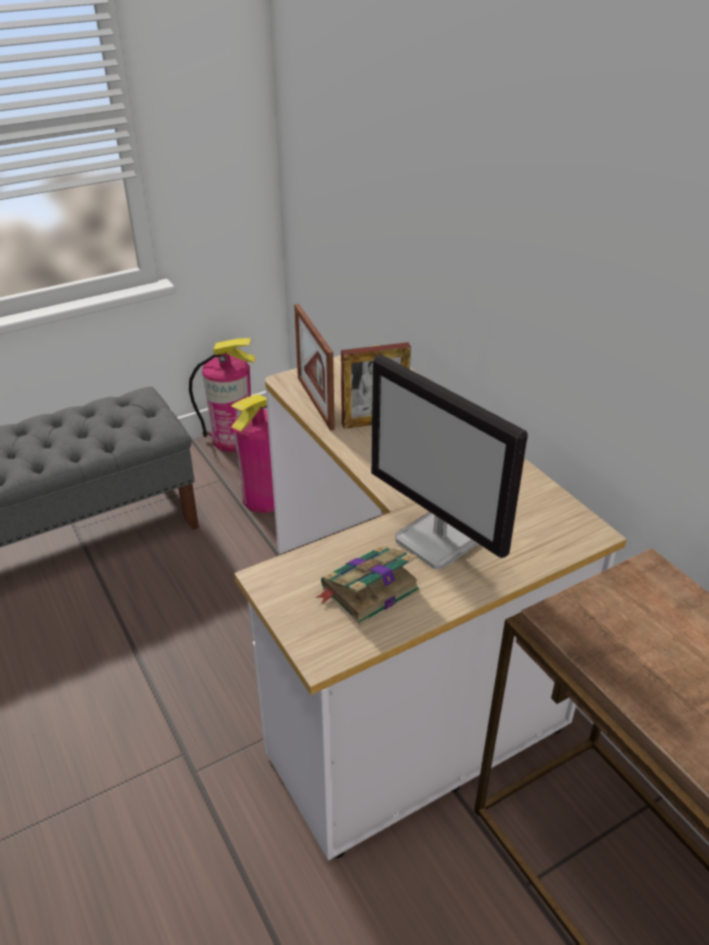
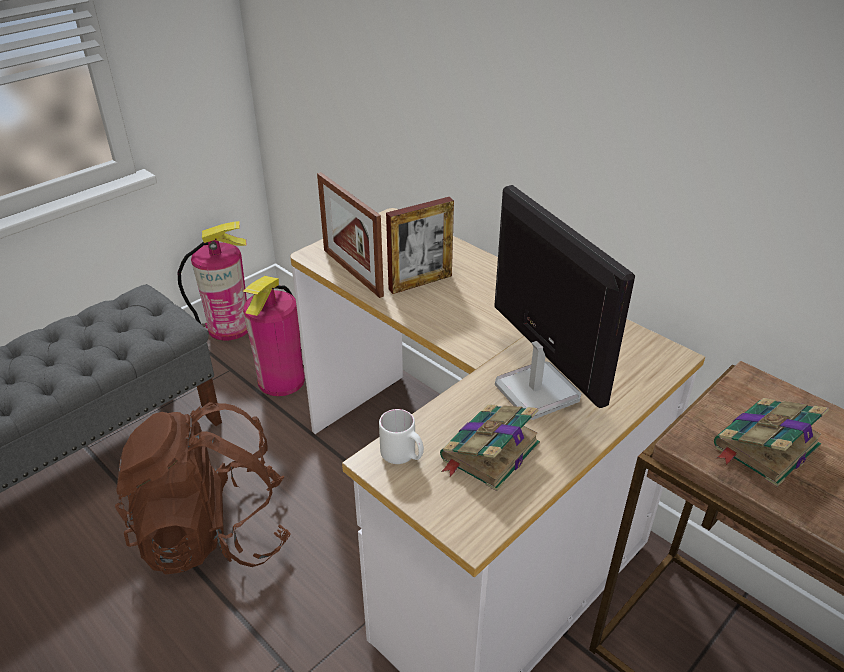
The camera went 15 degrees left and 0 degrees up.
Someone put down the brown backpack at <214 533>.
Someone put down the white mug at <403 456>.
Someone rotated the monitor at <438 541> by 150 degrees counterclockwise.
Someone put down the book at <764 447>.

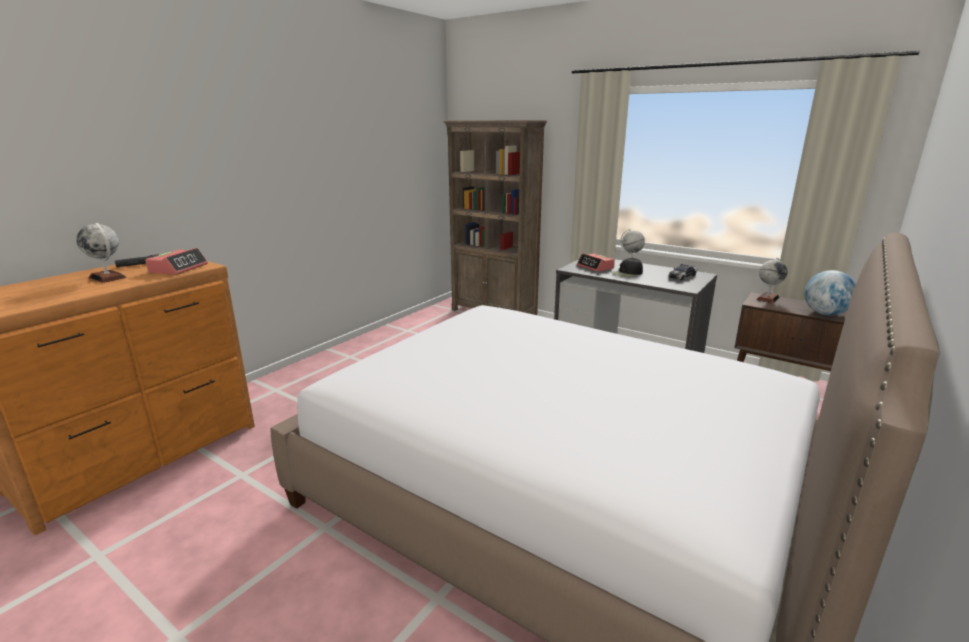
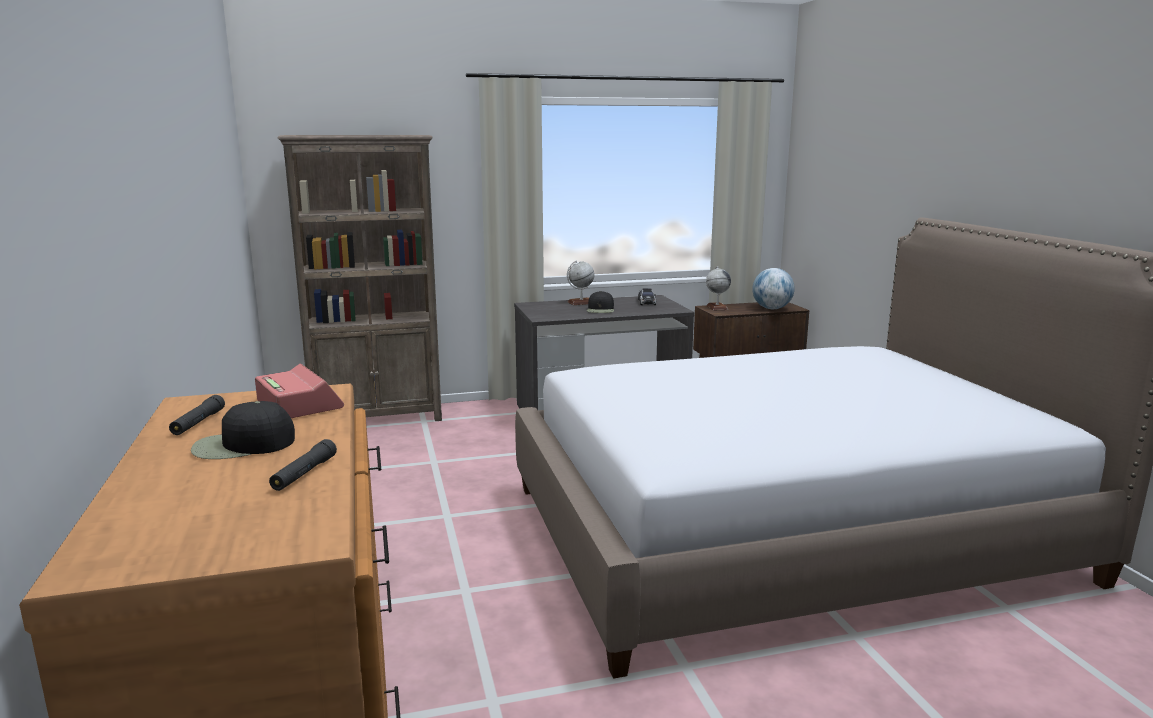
The camera went 50 degrees left and 5 degrees down.
Someone swapped the globe at <108 277> for the black cap at <242 445>.
Someone put down the black flashlight at <304 474>.
Someone took away the alarm clock at <595 267>.

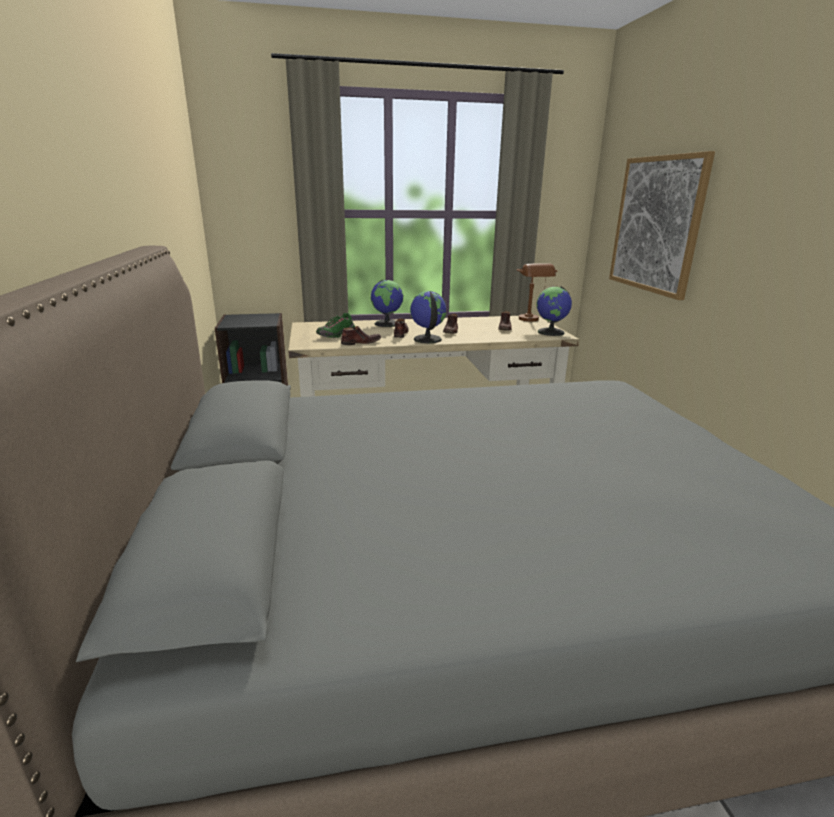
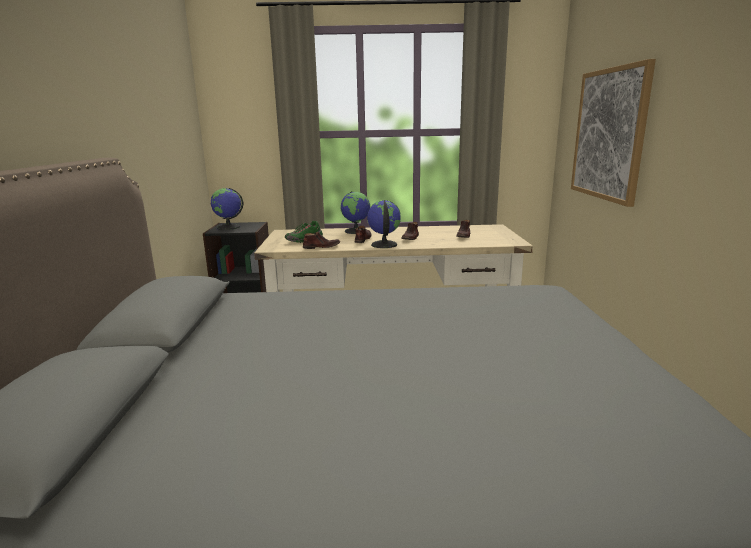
The camera went 10 degrees right and 5 degrees down.
Someone carried the globe from <551 332> to <228 227>.
Someone took away the brown table lamp at <532 320>.

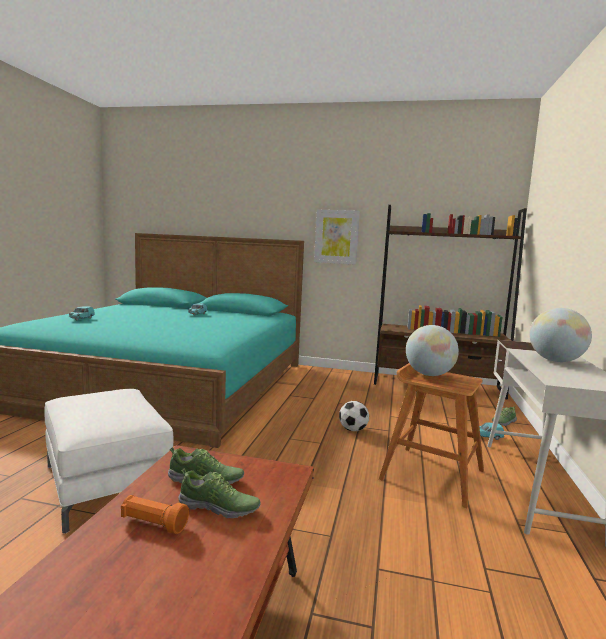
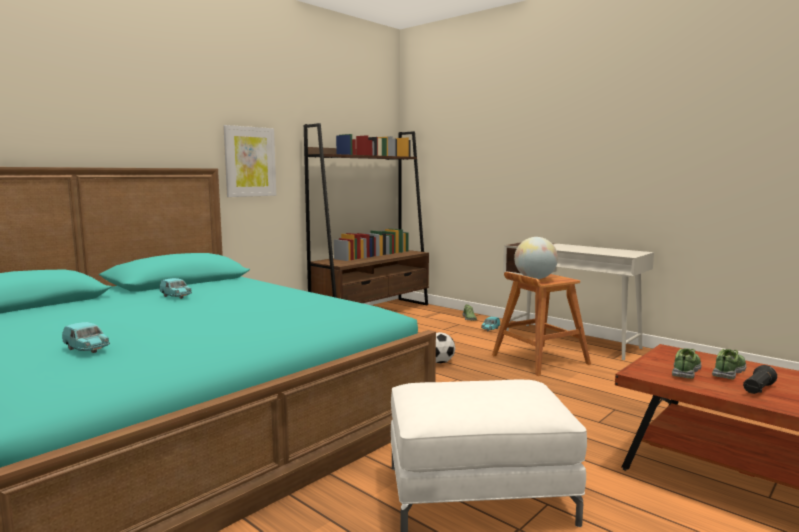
The camera went 60 degrees left and 0 degrees up.
Someone repainted the orange flashlight at <153 524>, which became the black flashlight at <757 389>.
Someone took away the globe at <556 361>.

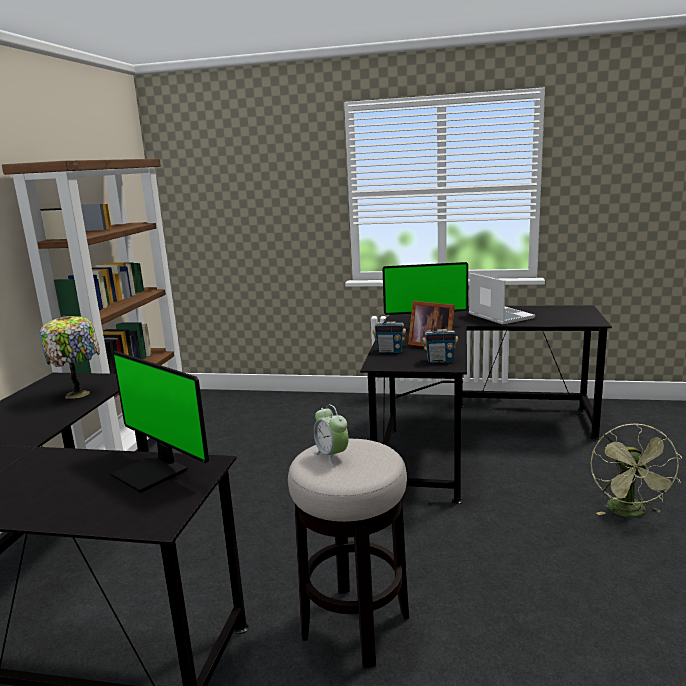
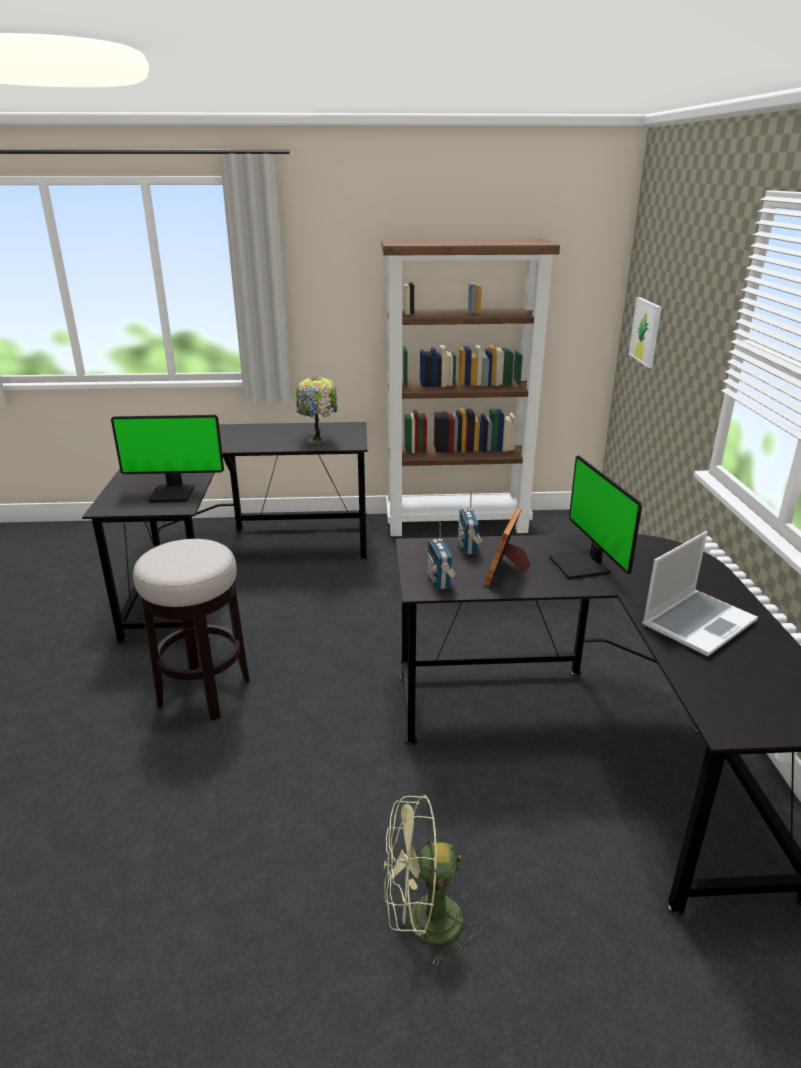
The camera went 75 degrees right and 10 degrees up.
Someone rotated the monitor at <153 472> by 120 degrees counterclockwise.
Someone put up the picture at <646 331>.
Someone took away the alarm clock at <332 456>.

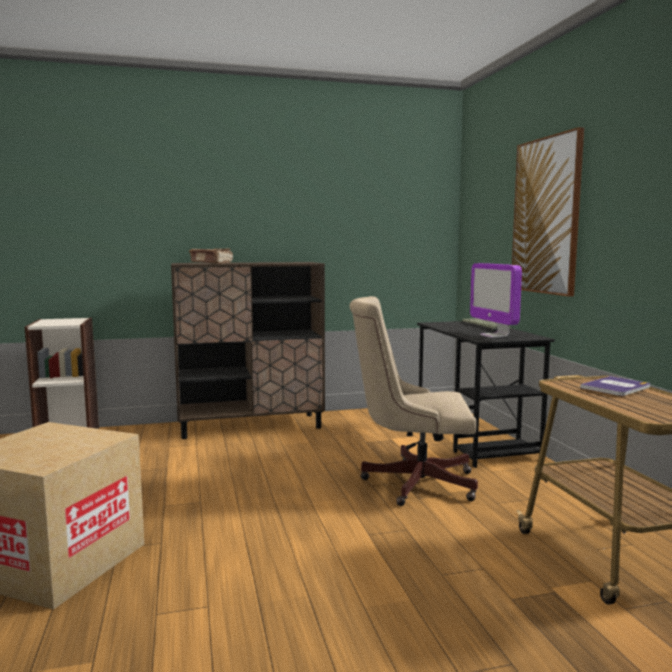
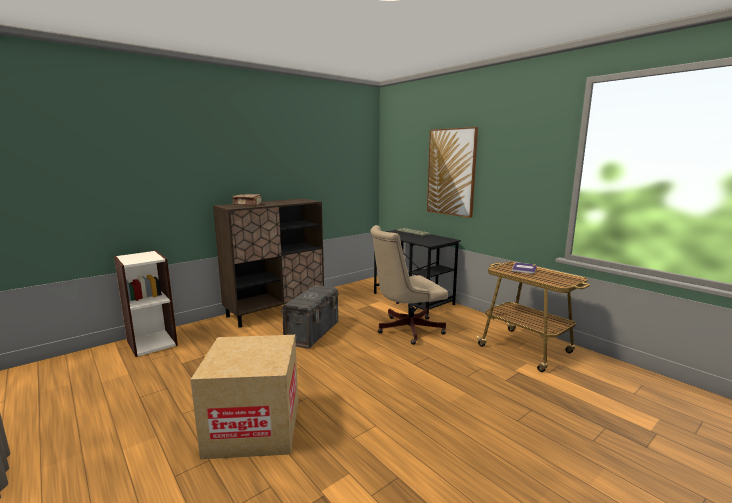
The camera went 25 degrees left and 5 degrees up.
Someone put down the grey storage box at <313 333>.
Someone took away the monitor at <494 336>.

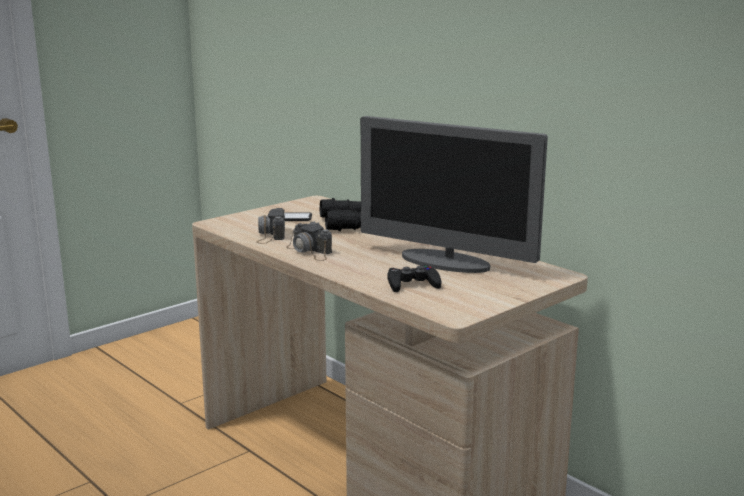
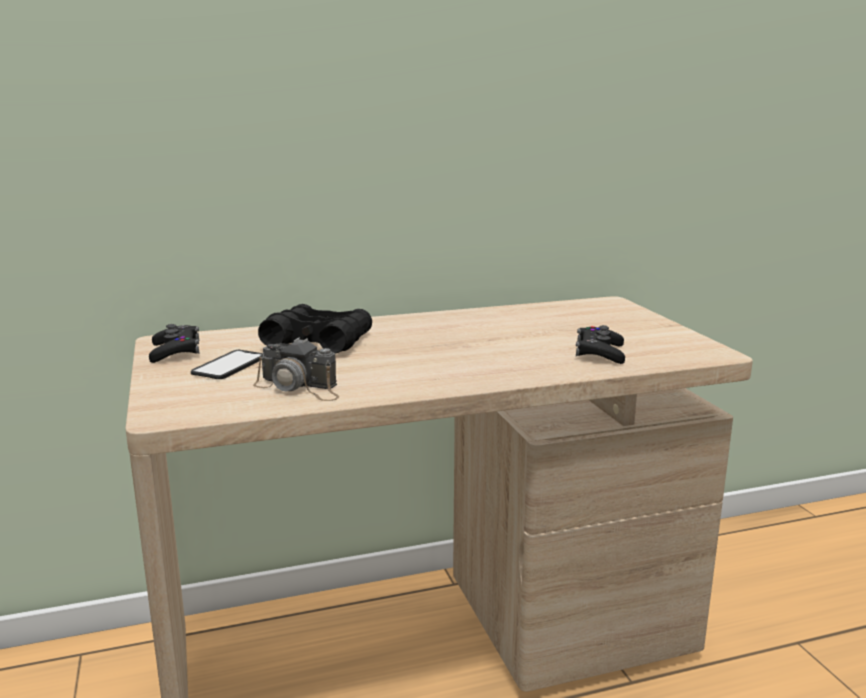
The camera went 65 degrees left and 0 degrees up.
Someone put down the black game controller at <175 351>.
Someone took away the photo camera at <310 251>.
Someone took away the monitor at <446 262>.

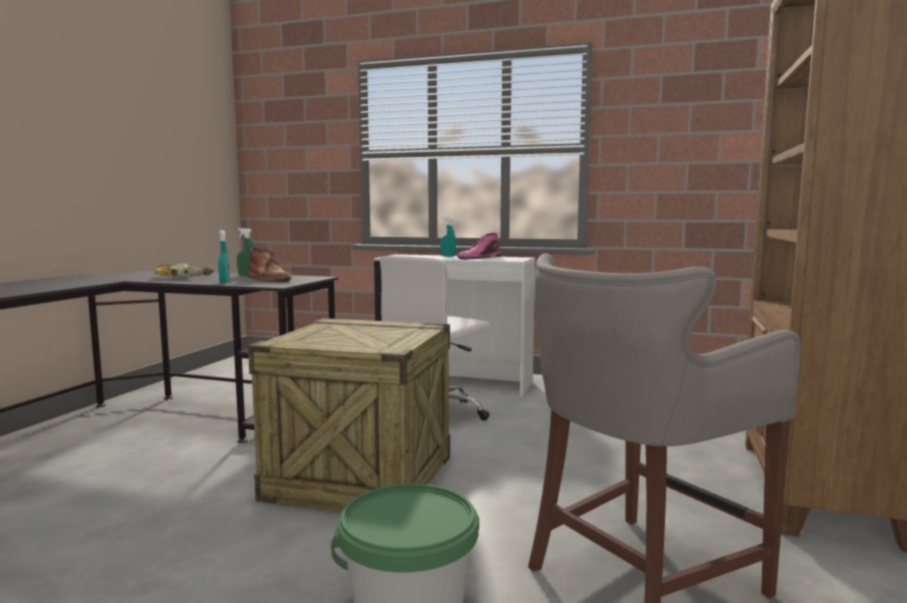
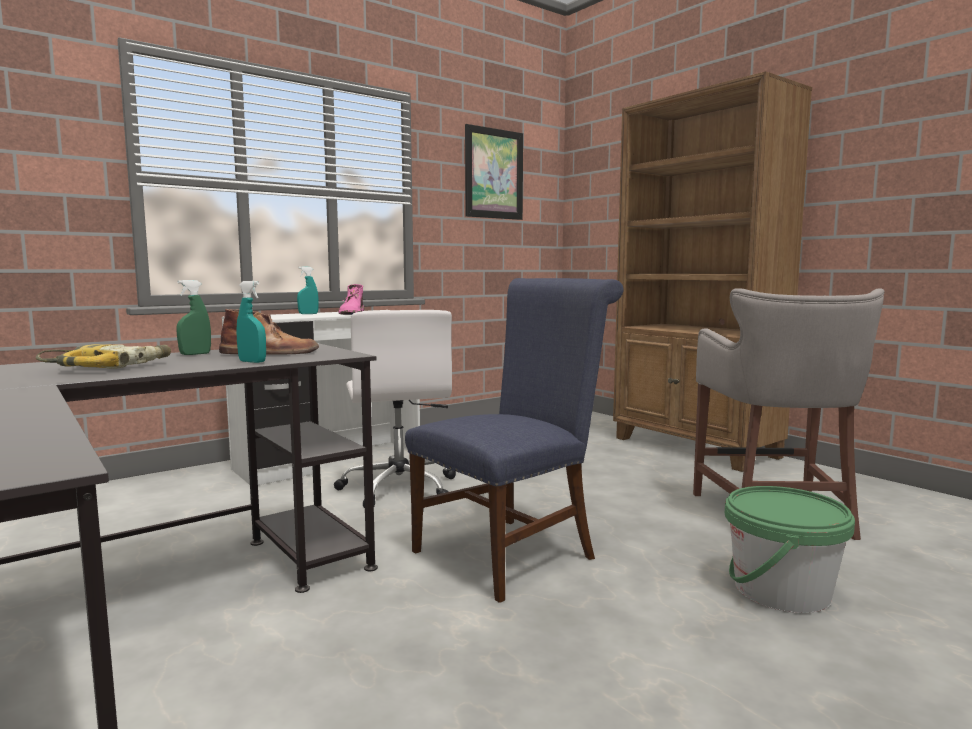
The camera went 55 degrees left and 0 degrees up.
Someone swapped the crate at <362 477> for the blue chair at <512 552>.
Someone put up the picture at <494 174>.

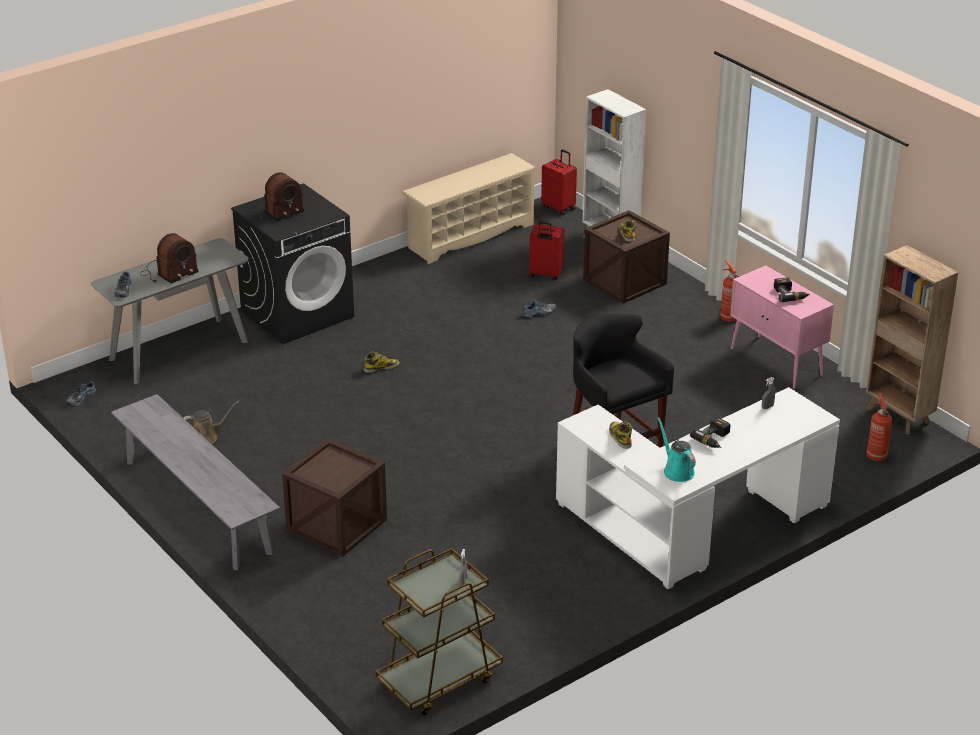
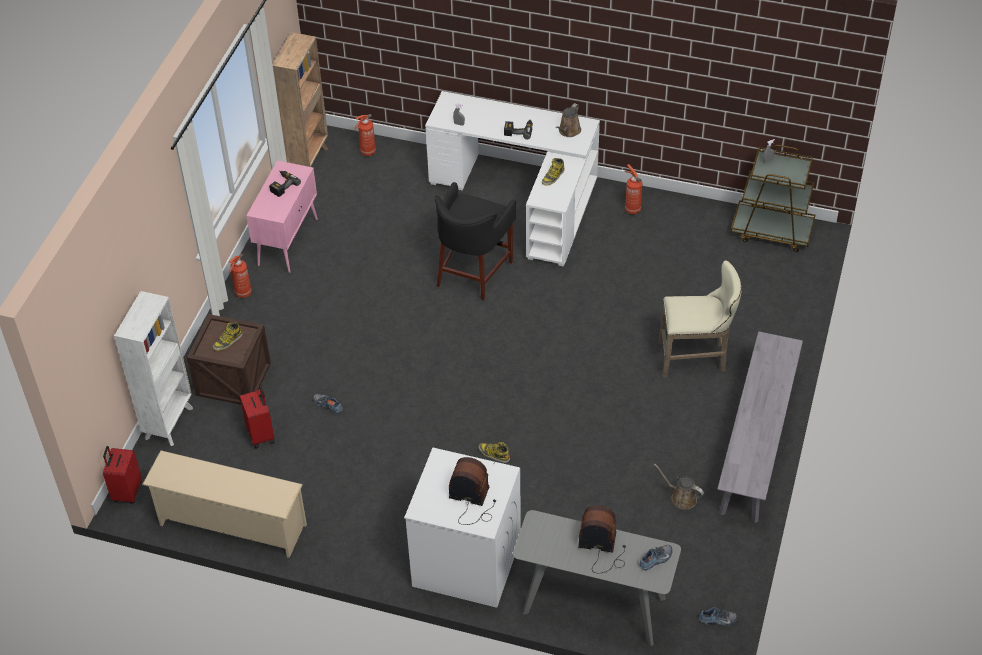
The camera went 125 degrees left and 15 degrees up.
Someone repainted the black washing machine at <297 313>, which became the white washing machine at <465 563>.
Someone repainted the turquoise watering can at <677 470>, which became the brown watering can at <568 131>.
Someone put down the fire extinguisher at <632 209>.
Someone swapped the crate at <336 525> for the beige stool at <696 359>.

